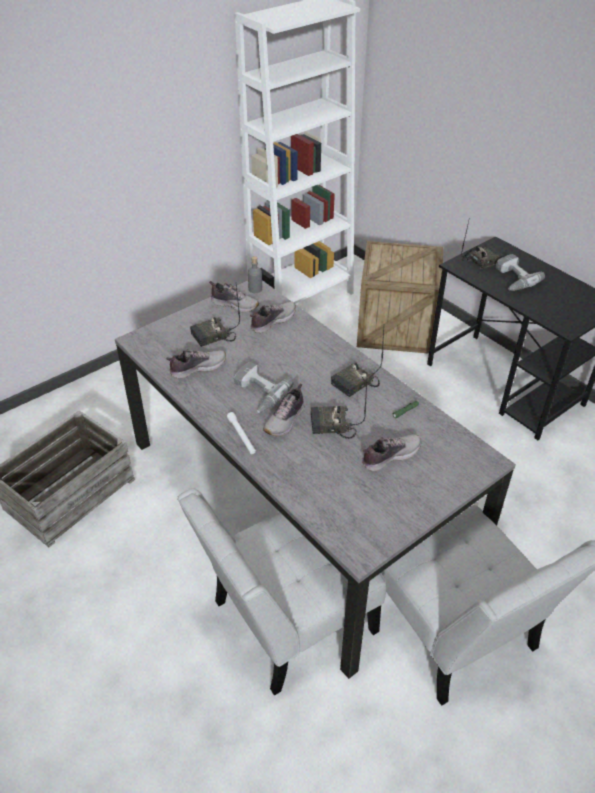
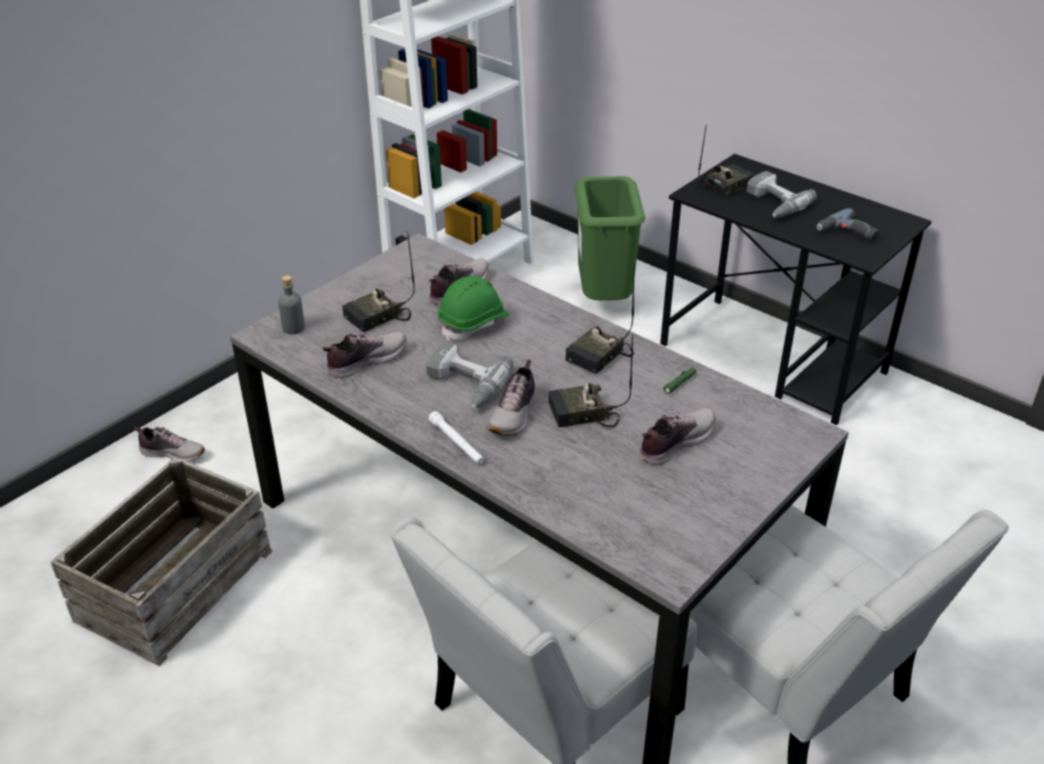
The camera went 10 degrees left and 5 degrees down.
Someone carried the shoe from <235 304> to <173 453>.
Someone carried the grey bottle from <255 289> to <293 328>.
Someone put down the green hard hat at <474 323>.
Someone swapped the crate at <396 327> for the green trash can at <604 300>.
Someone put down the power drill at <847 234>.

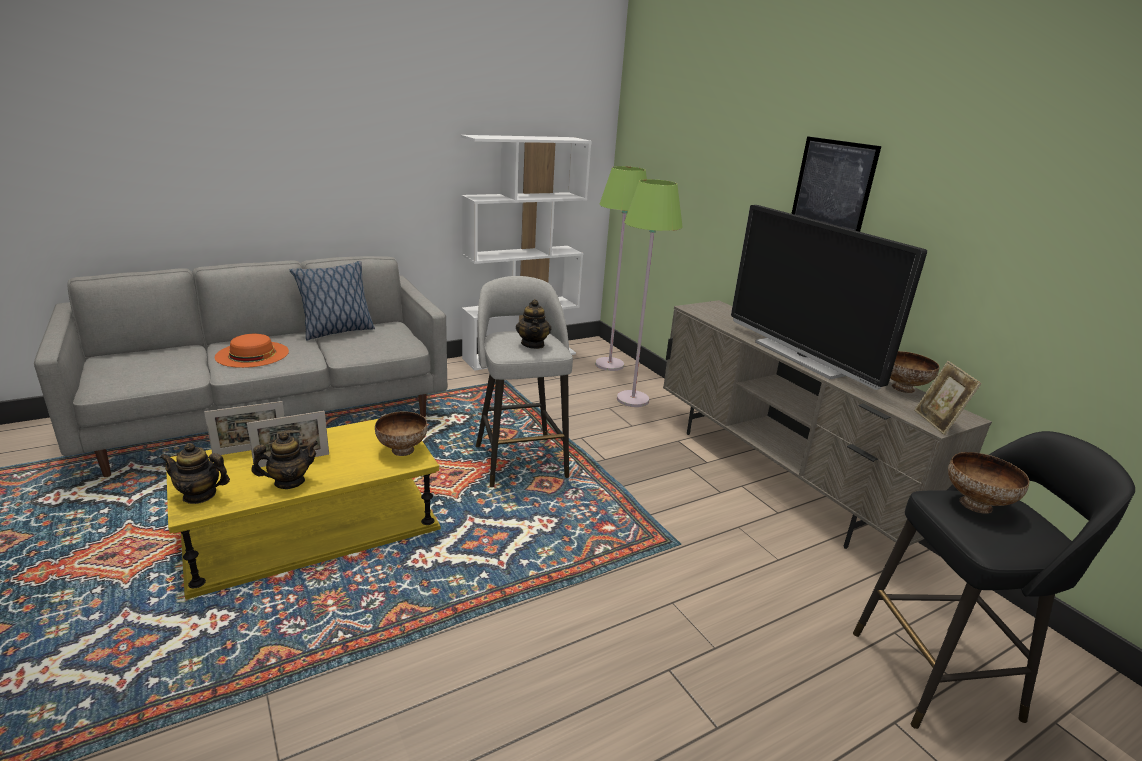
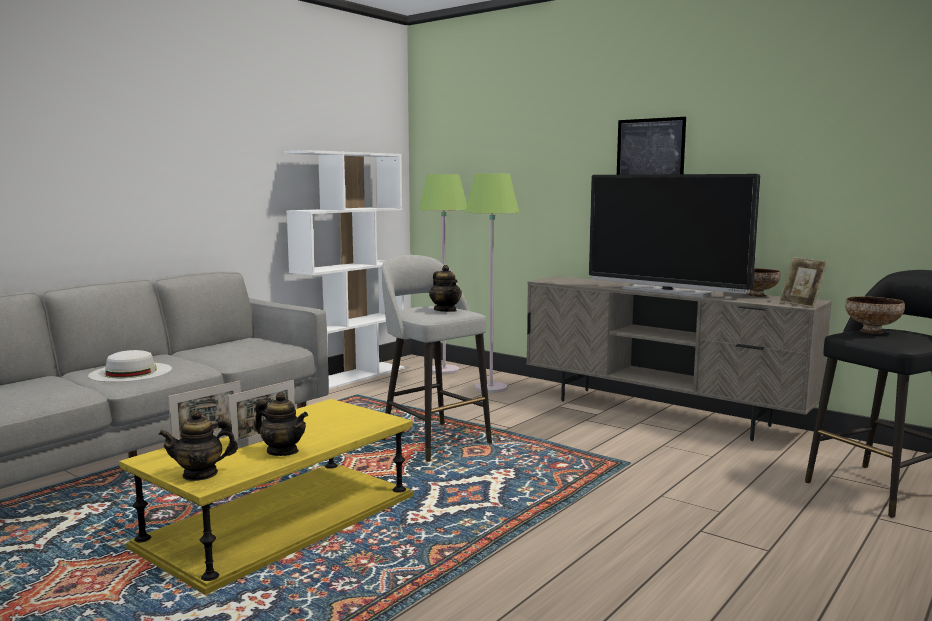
The camera went 20 degrees left and 15 degrees down.
Someone repainted the orange hat at <252 354>, which became the white hat at <131 372>.
Someone rotated the teapot at <289 482> by 75 degrees clockwise.
Someone took away the pillow at <337 332>.
Someone took away the bowl at <402 450>.

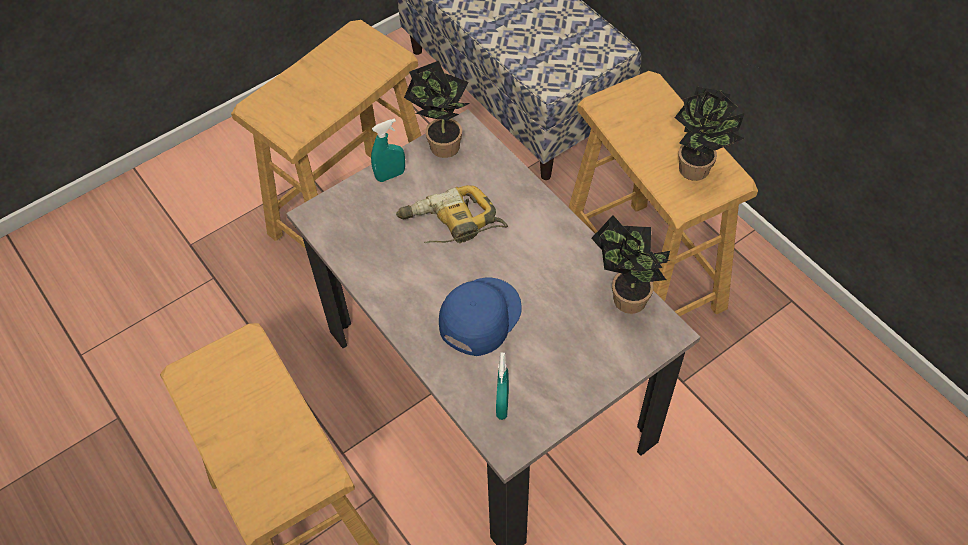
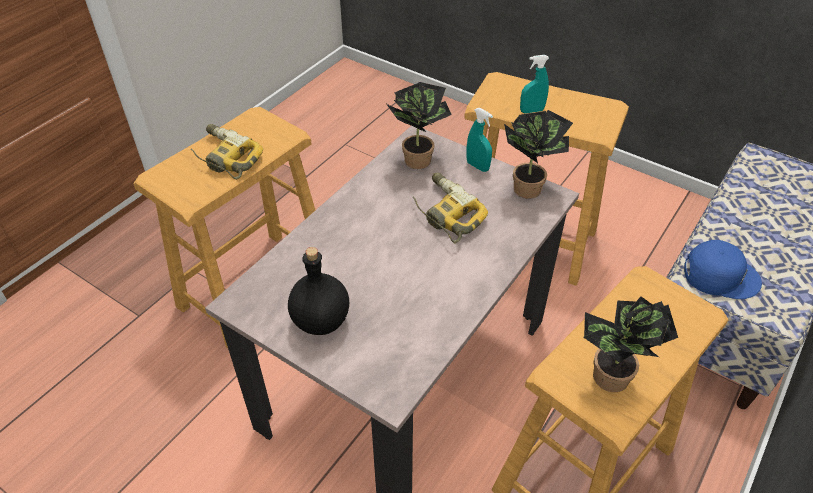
The camera went 70 degrees right and 10 degrees down.
Someone put down the power drill at <225 158>.
Someone put down the black bottle at <322 322>.
Someone carried the potted plant from <624 298> to <417 157>.
Someone carried the turquoise spray bottle from <502 405> to <531 111>.
Someone carried the blue cap from <478 316> to <720 275>.

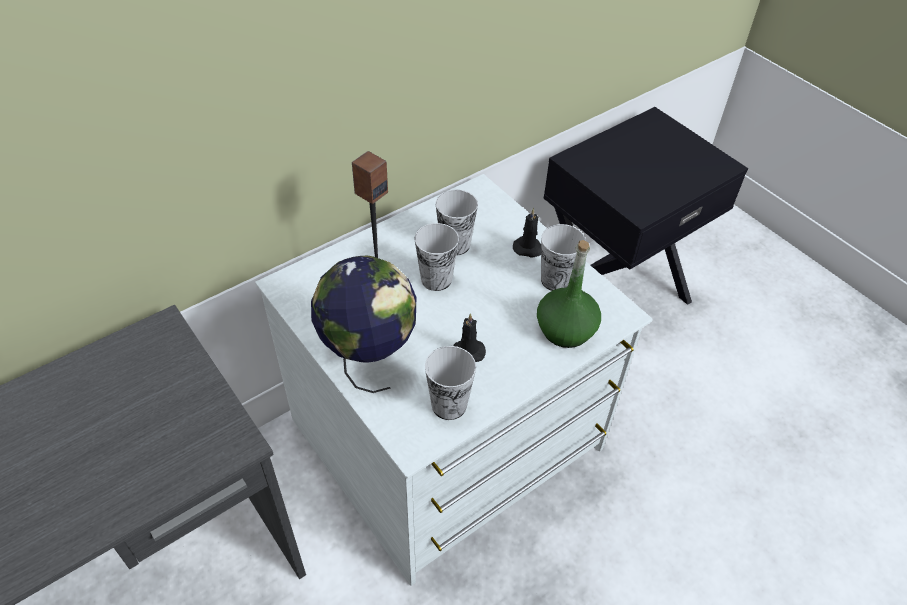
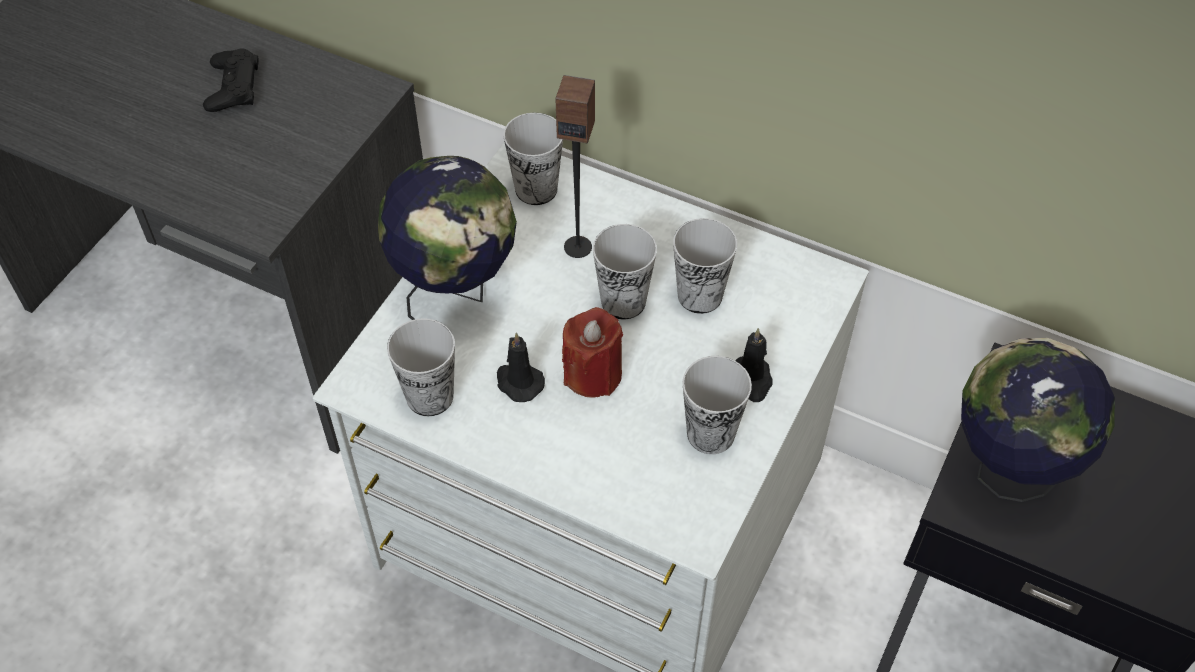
The camera went 65 degrees right and 5 degrees up.
Someone put down the black game controller at <233 87>.
Someone put down the cup at <536 189>.
Someone put down the red candle at <593 374>.
Someone put down the globe at <1008 470>.
Someone took away the green bottle at <566 329>.

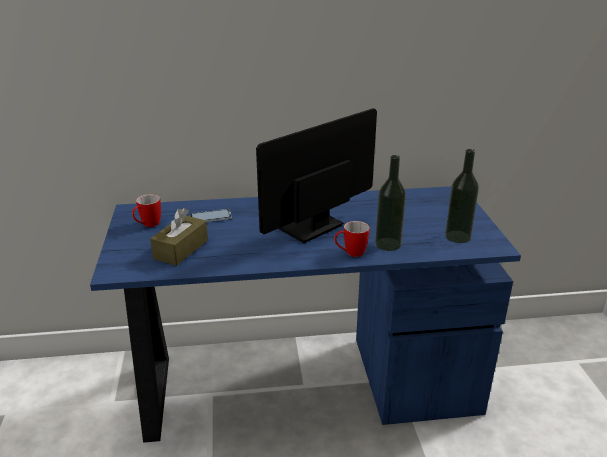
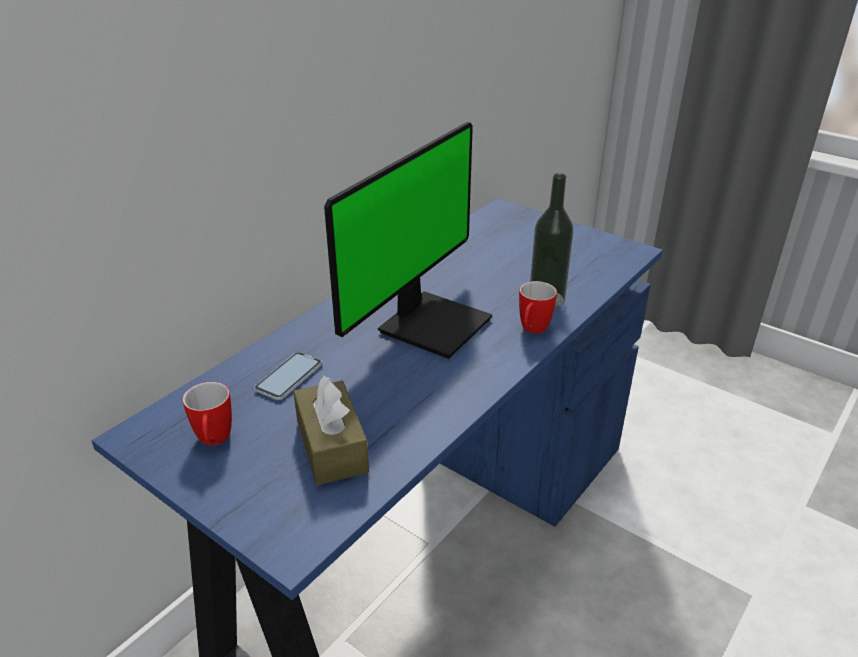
The camera went 45 degrees left and 5 degrees up.
Someone rotated the monitor at <307 226> by 150 degrees counterclockwise.
Someone took away the bottle at <457 236>.

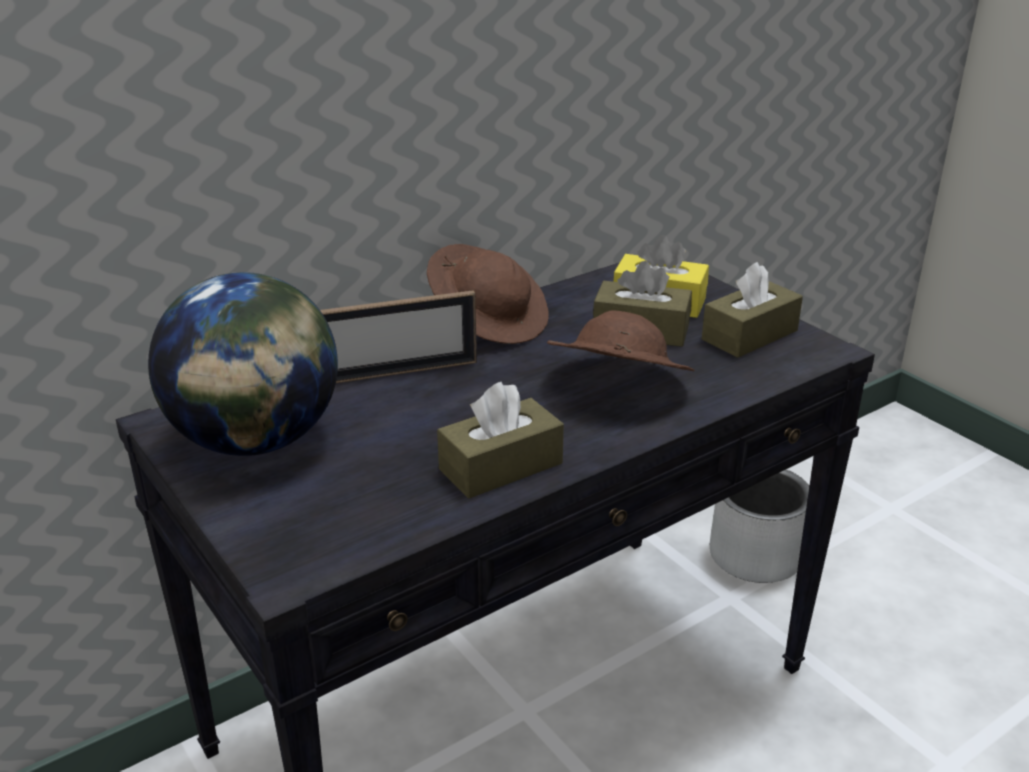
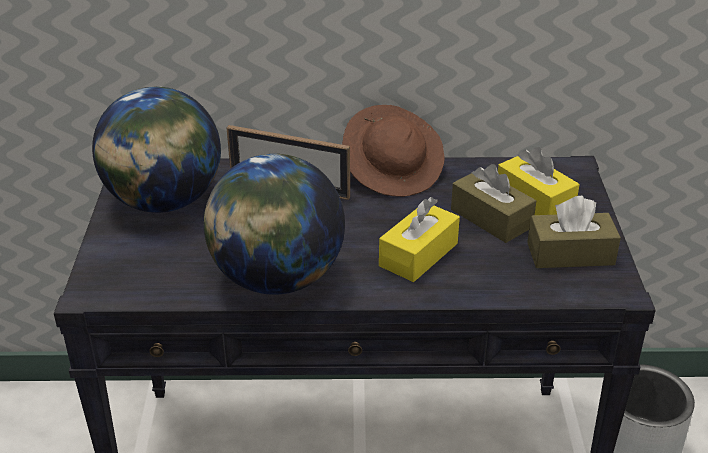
The camera went 35 degrees right and 5 degrees up.
Someone swapped the brown tissue box at <501 466> for the globe at <277 279>.
Someone swapped the brown hat at <616 387> for the yellow tissue box at <418 255>.

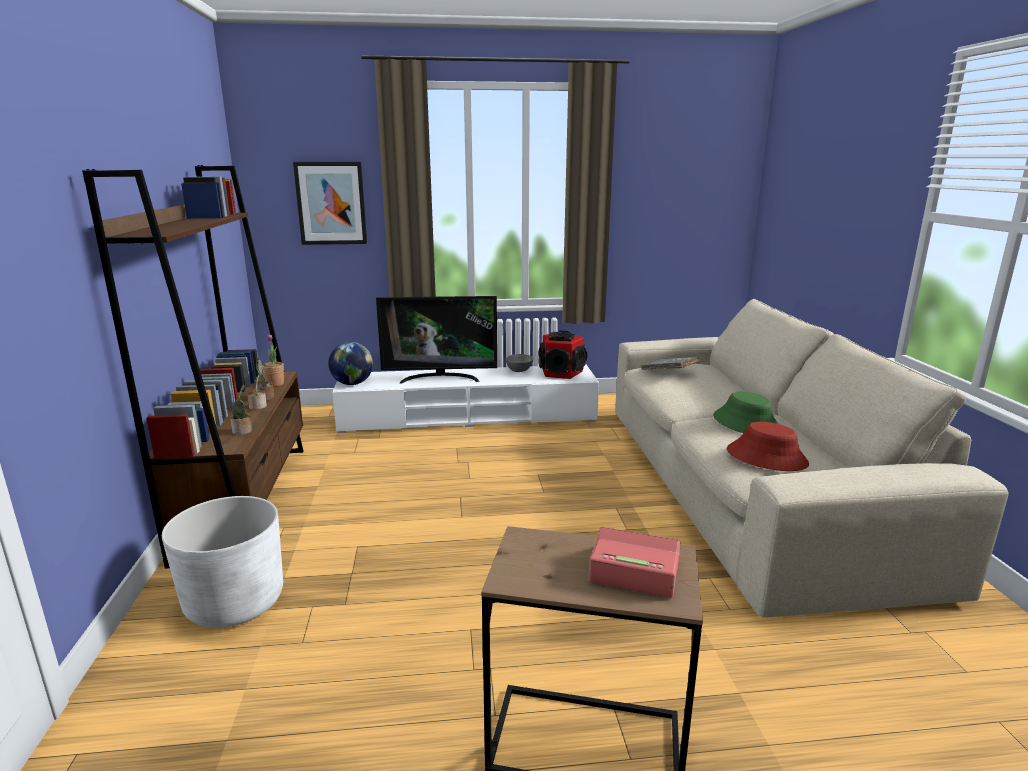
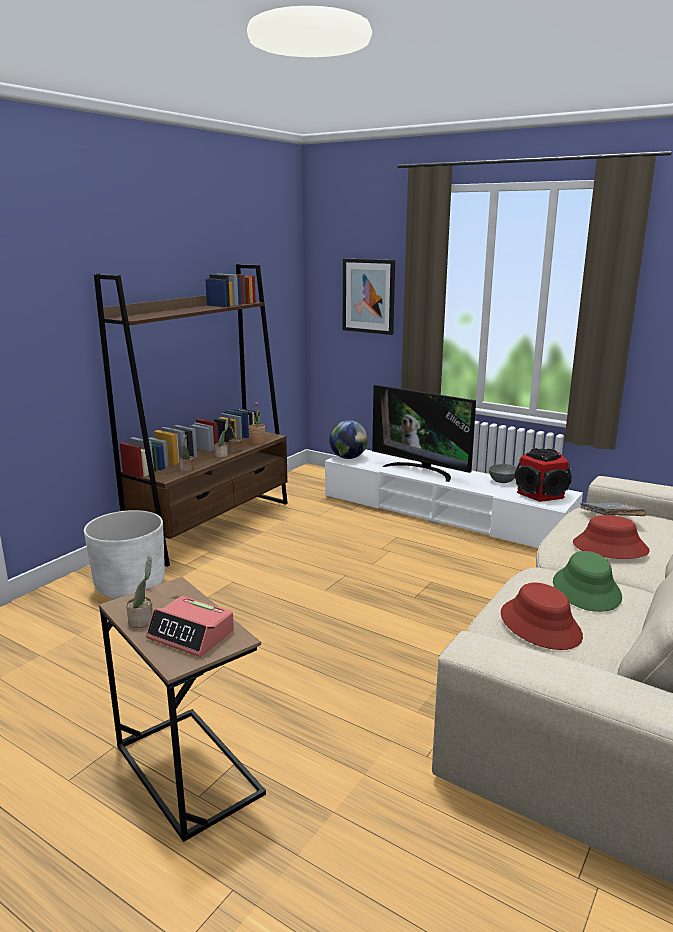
The camera went 40 degrees right and 0 degrees up.
Someone put down the potted plant at <143 621>.
Someone rotated the alarm clock at <634 571> by 150 degrees clockwise.
Someone put down the red hat at <610 547>.

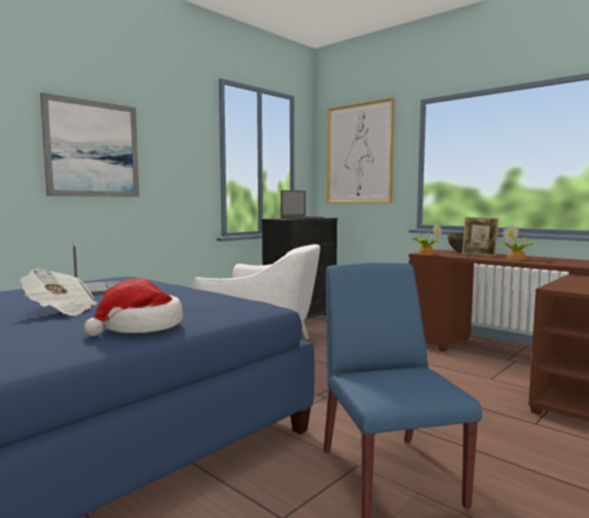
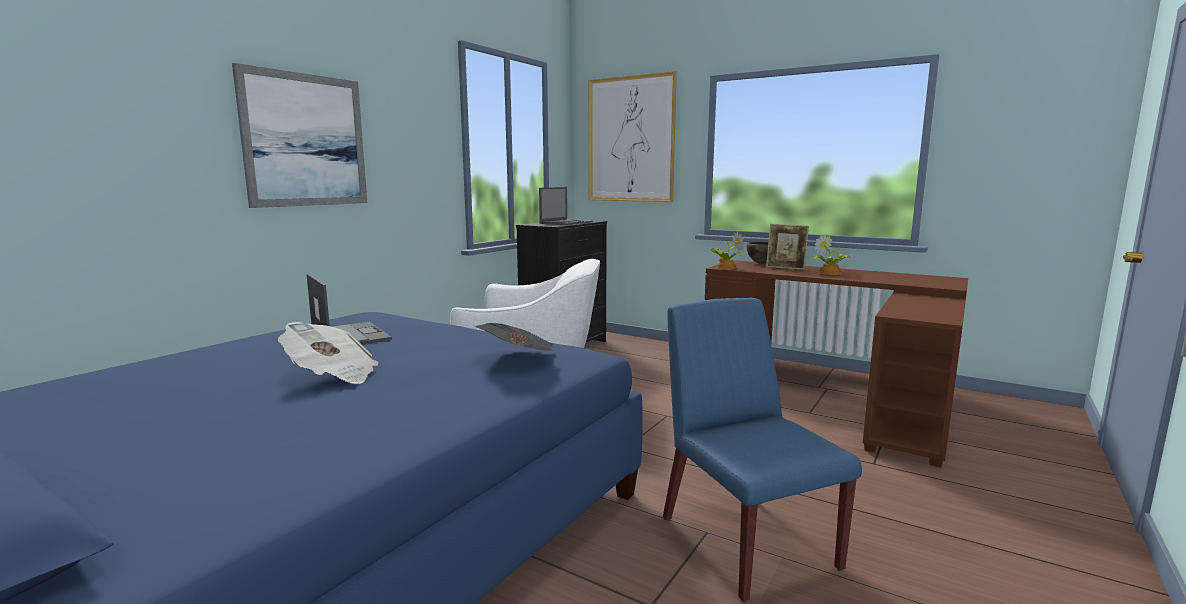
The camera went 10 degrees left and 5 degrees up.
Someone put down the newspaper at <520 359>.
Someone took away the hat at <140 327>.

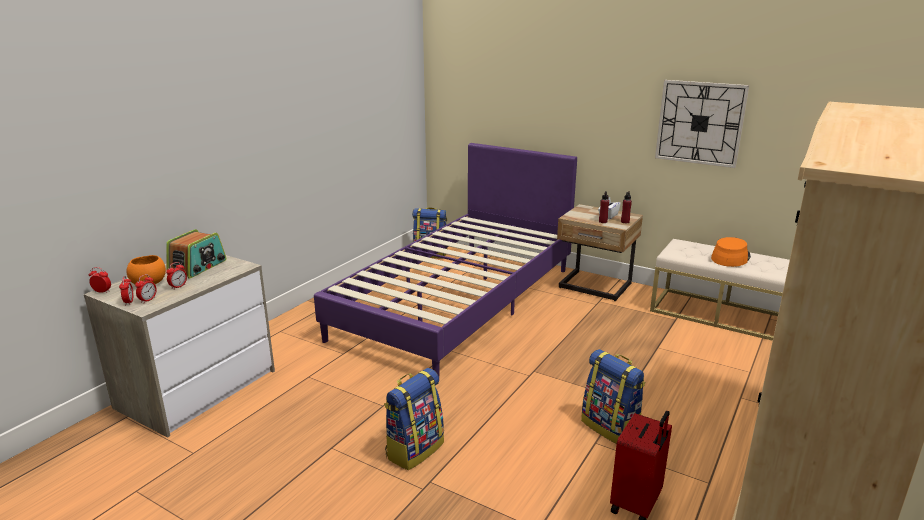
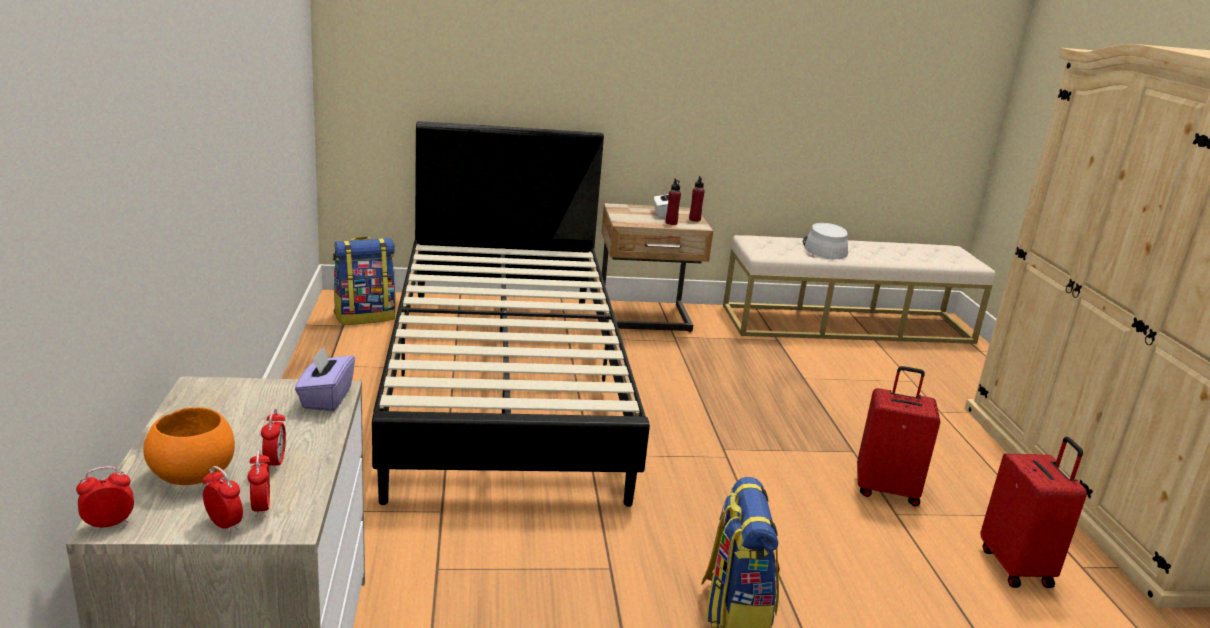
The camera went 40 degrees left and 0 degrees up.
Someone put down the purple tissue box at <326 398>.
Someone repainted the purple bed at <458 302>, which became the black bed at <505 380>.
Someone repainted the orange hat at <730 257>, which became the grey hat at <824 248>.
Someone swapped the backpack at <611 427> for the red suitcase at <886 490>.
Someone took away the radio at <198 267>.
Someone took away the wall clock at <700 123>.

